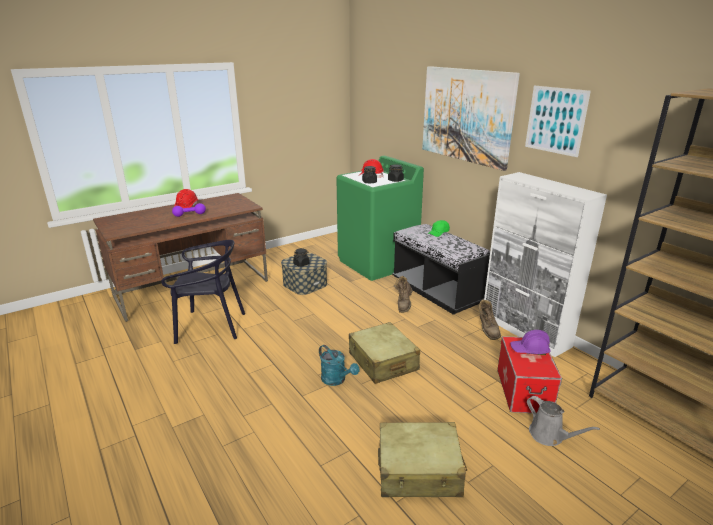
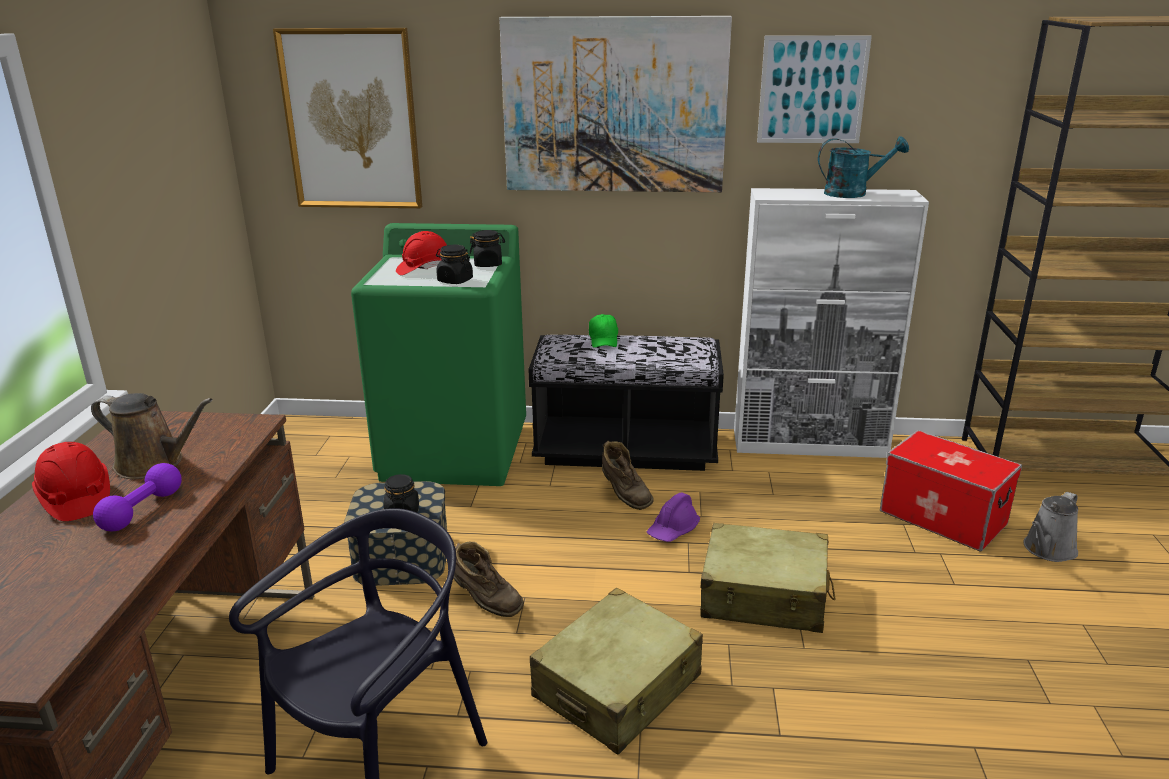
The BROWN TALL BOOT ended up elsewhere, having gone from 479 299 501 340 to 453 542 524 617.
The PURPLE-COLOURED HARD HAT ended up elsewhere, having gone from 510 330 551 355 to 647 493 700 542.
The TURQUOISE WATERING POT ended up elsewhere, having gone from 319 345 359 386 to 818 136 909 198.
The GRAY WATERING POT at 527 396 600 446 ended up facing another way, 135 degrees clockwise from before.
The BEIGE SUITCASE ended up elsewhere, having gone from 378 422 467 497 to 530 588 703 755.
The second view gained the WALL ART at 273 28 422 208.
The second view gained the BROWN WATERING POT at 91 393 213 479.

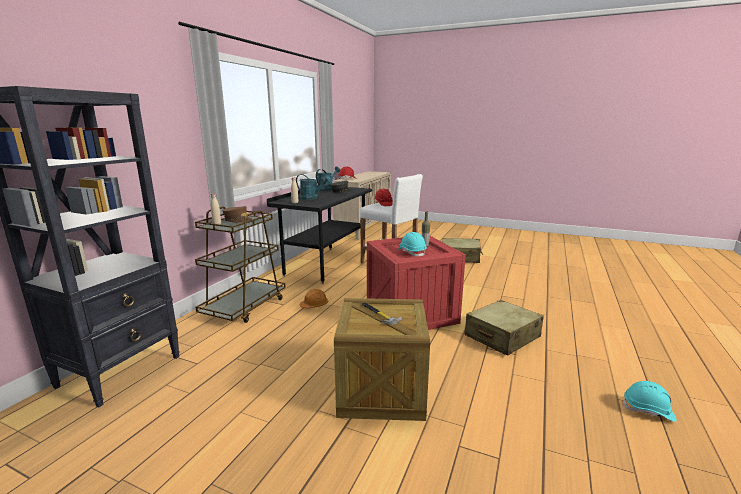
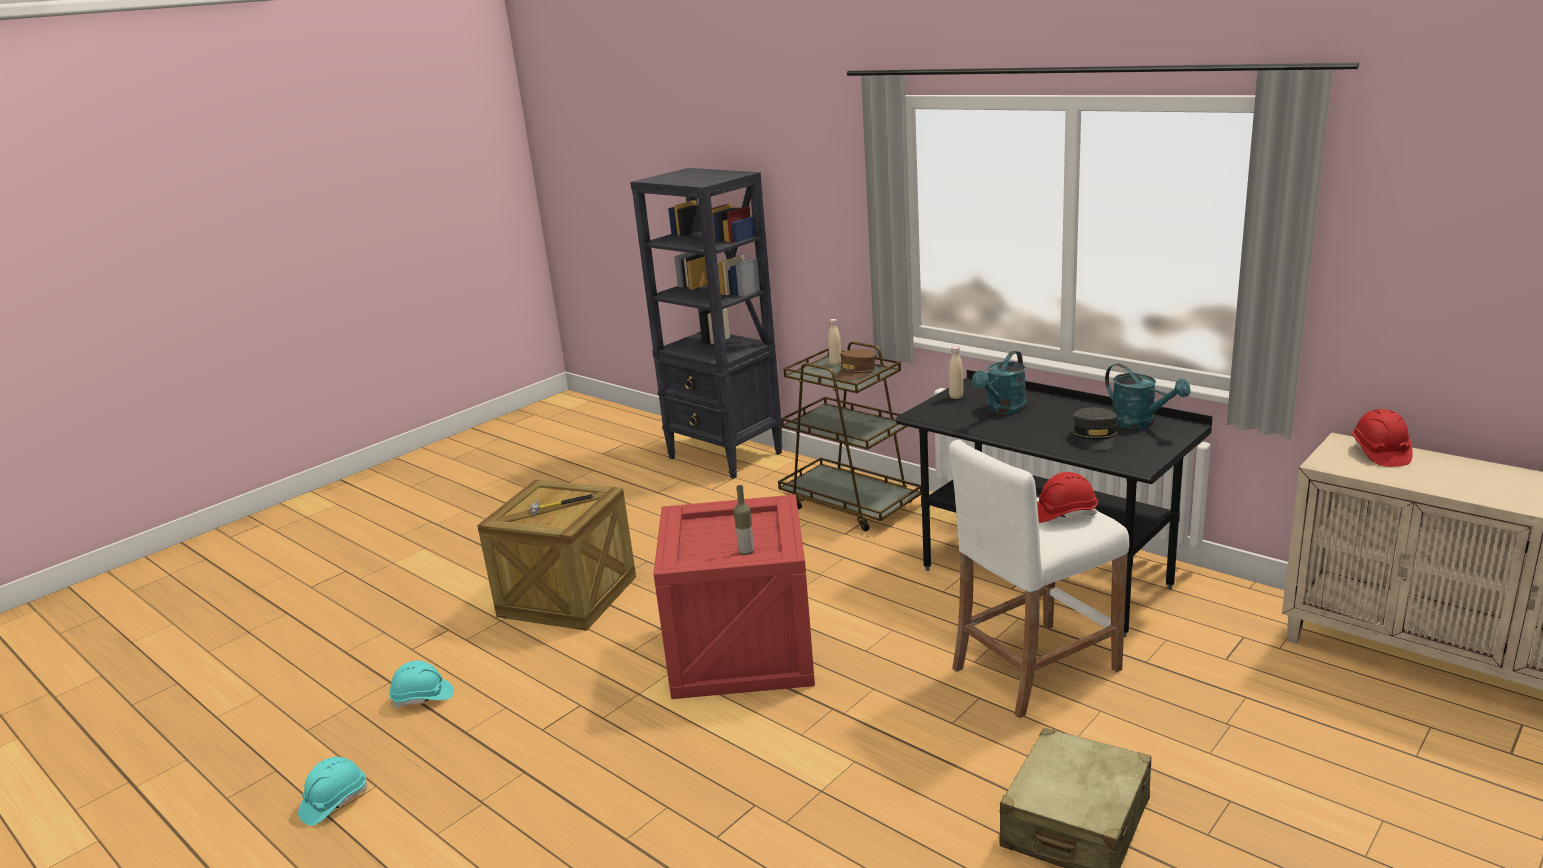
The TURQUOISE HARD HAT ended up elsewhere, having gone from 397 232 427 257 to 389 661 453 708.
The second view lost the ORANGE-COLOURED HARD HAT at 300 289 328 308.
The second view lost the BEIGE SUITCASE at 464 300 544 356.

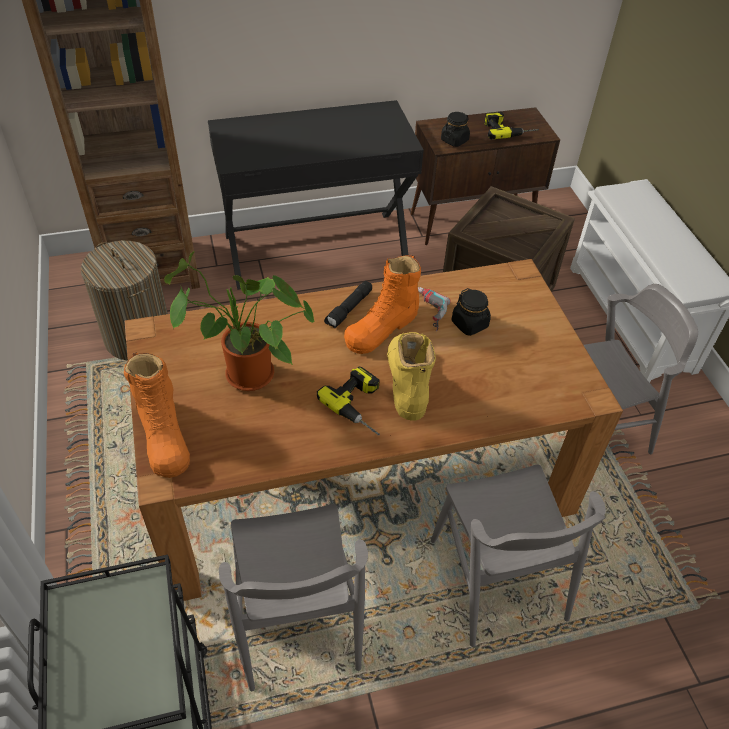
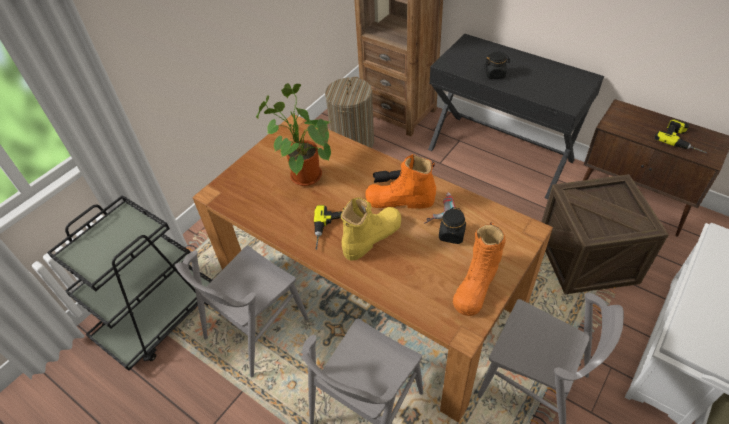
The BLACK-COLOURED STORAGE JAR ended up elsewhere, having gone from 441 112 470 147 to 484 51 510 79.
The ORANGE-COLOURED TALL BOOT ended up elsewhere, having gone from 124 352 190 478 to 453 222 506 316.

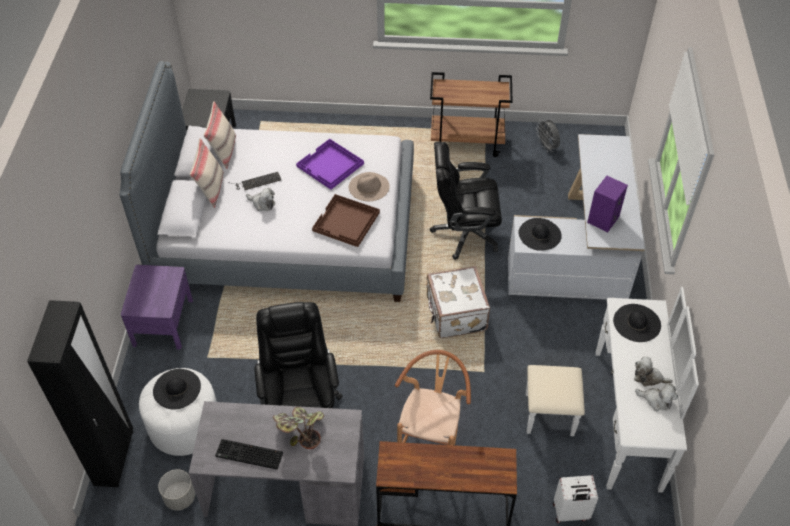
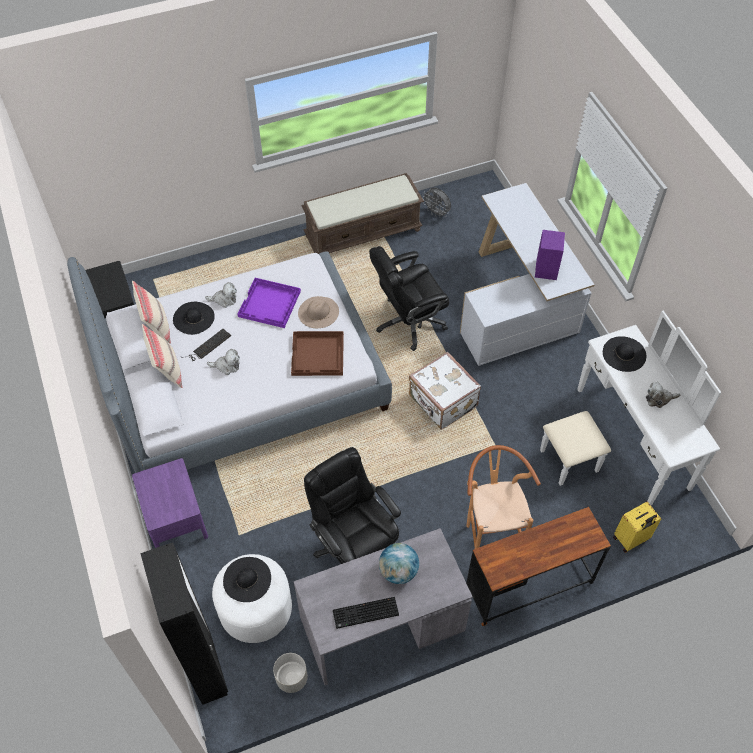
Where the BROWN TROLLEY stood at 430 72 513 157, the BROWN LONG SEAT came to stand at 301 173 424 254.
The BLACK-COLOURED HAT ended up elsewhere, having gone from 518 218 562 251 to 173 302 215 335.
The SOFT TOY ended up elsewhere, having gone from 635 384 678 411 to 205 282 237 308.
Where the PLANT IN A POT stood at 273 407 324 449, the DESK GLOBE came to stand at 379 543 419 584.
What was the WHITE-COLOURED SUITCASE at 553 475 598 523 turned into the YELLOW-COLOURED SUITCASE at 614 502 661 553.

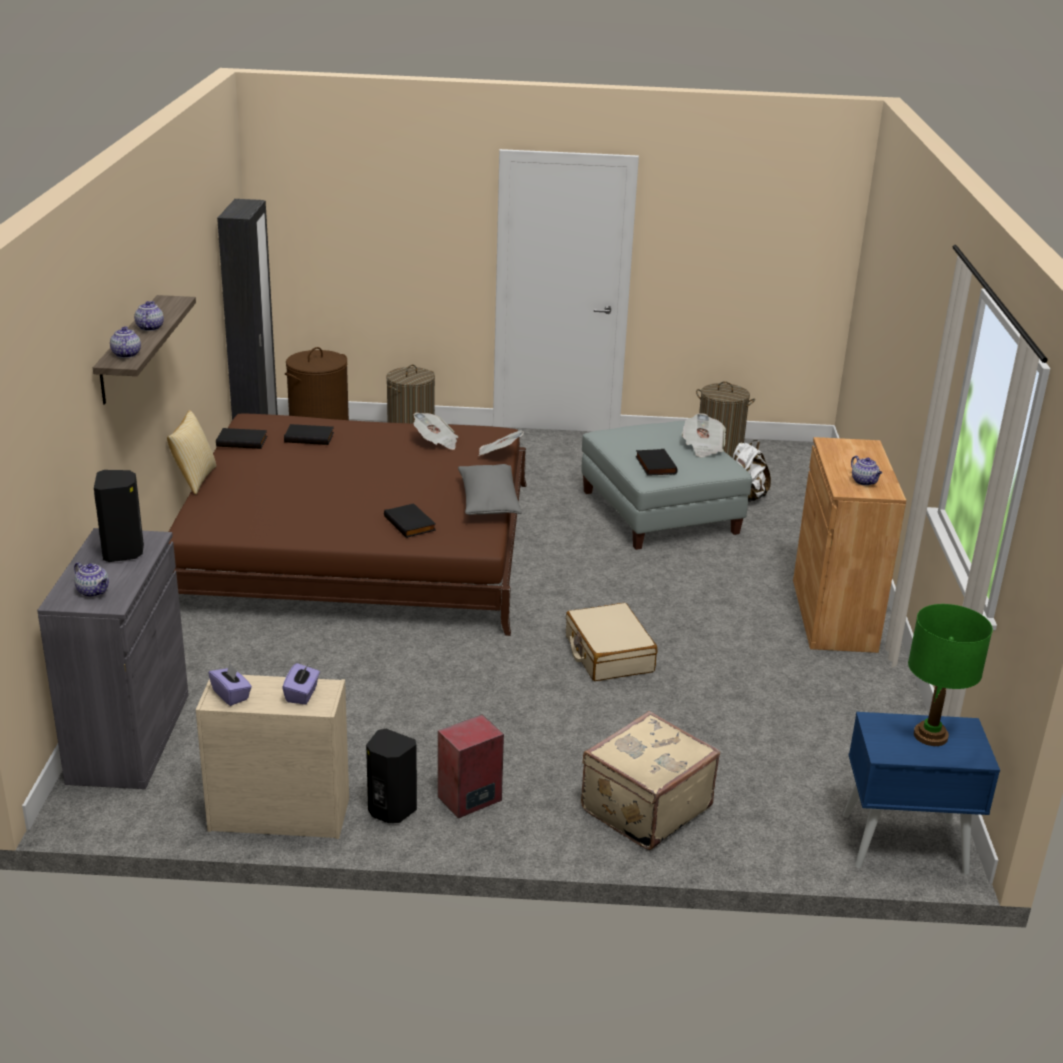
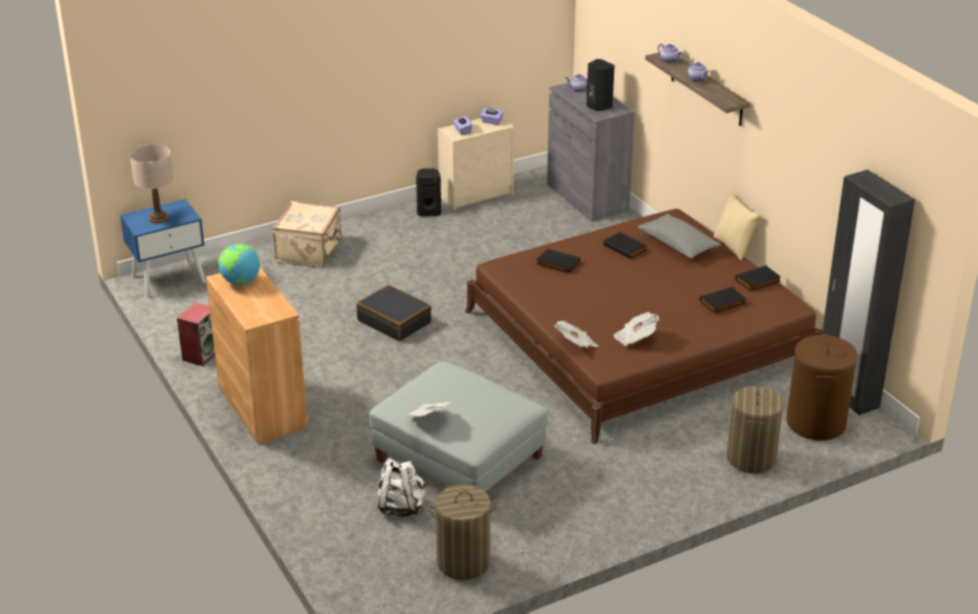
The BLACK-COLOURED VOLUME ended up elsewhere, having gone from 635 449 678 476 to 603 232 647 259.
Where the POT FOR TEA stood at 851 456 882 486, the DESK GLOBE came to stand at 218 244 260 285.
The GRAY THROW PILLOW ended up elsewhere, having gone from 458 464 522 515 to 638 214 721 259.
What was the BEIGE SUITCASE at 566 603 657 681 turned into the BLACK-COLOURED SUITCASE at 356 285 432 341.
What was the GREEN LAMP FOR A TABLE at 908 604 993 746 turned into the BEIGE LAMP FOR A TABLE at 130 144 173 224.
The LOUDSPEAKER ended up elsewhere, having gone from 438 714 504 818 to 177 302 215 366.

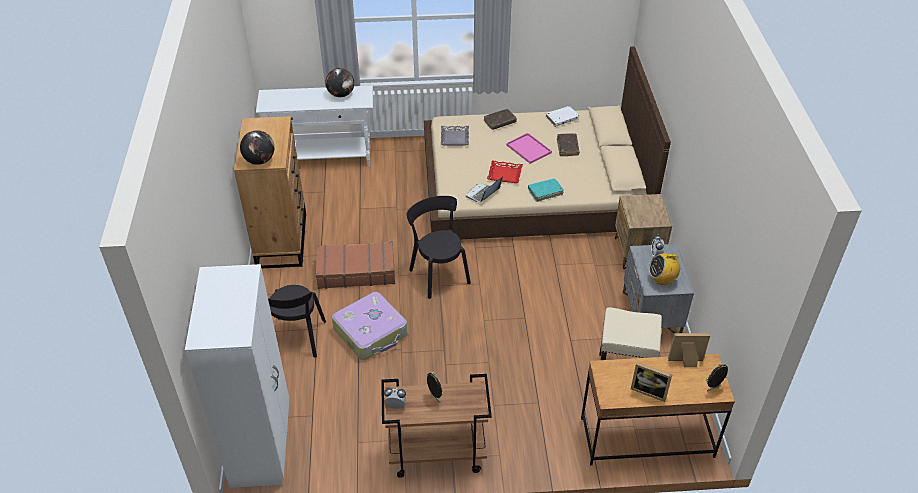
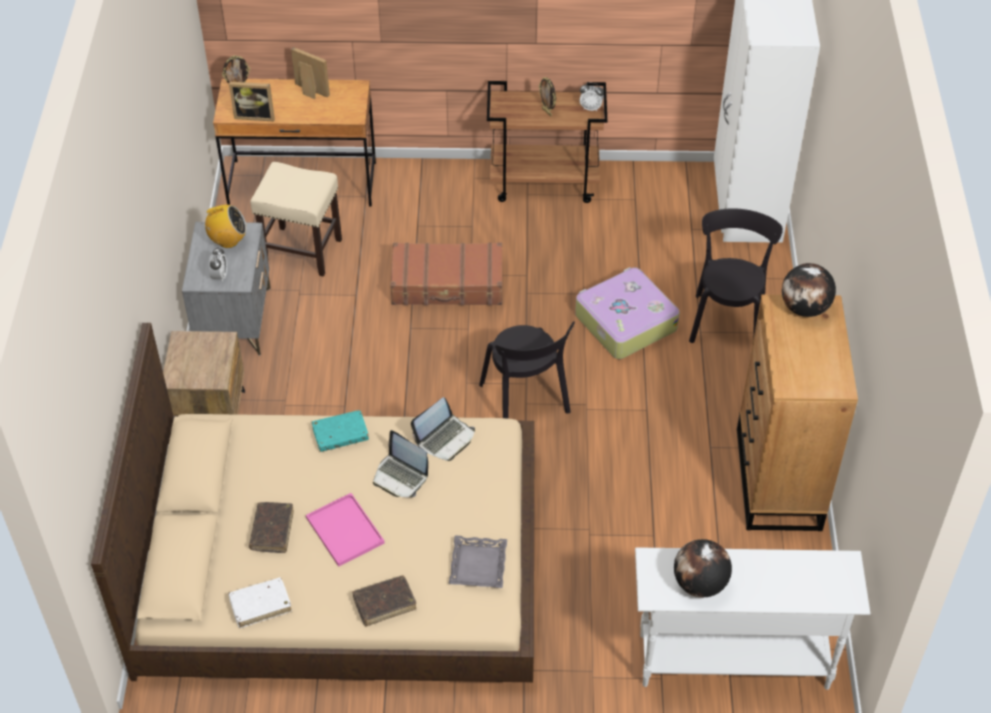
Where the RED TRAY stood at 487 160 523 183, the PORTABLE COMPUTER came to stand at 373 430 428 498.
The BROWN SUITCASE ended up elsewhere, having gone from 316 241 395 289 to 390 242 502 305.

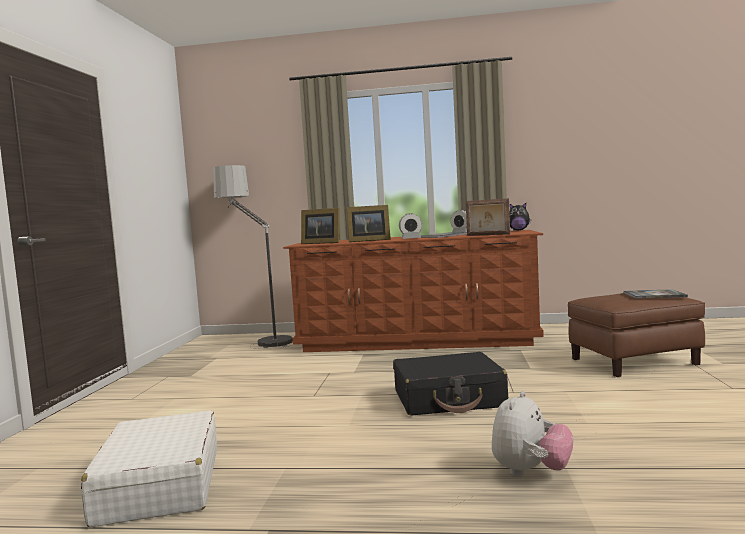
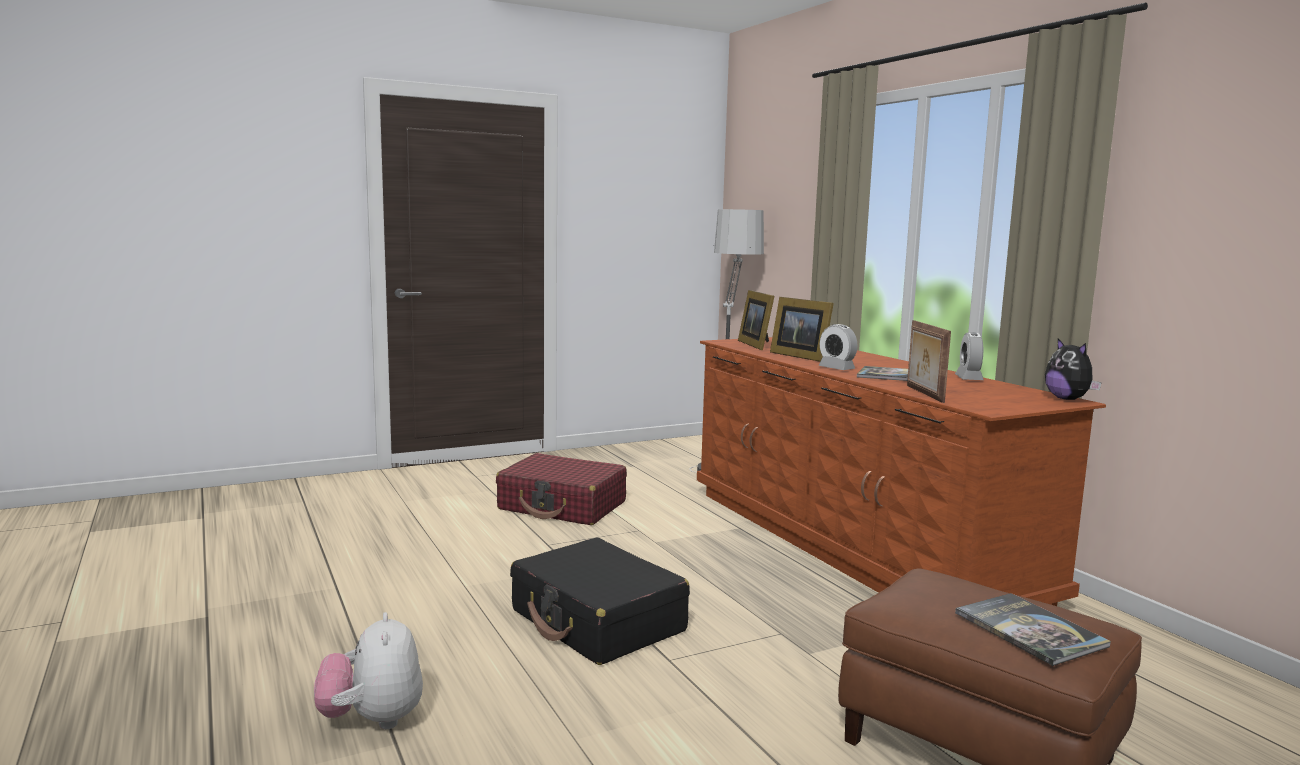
The SOFT TOY at 492 391 573 476 ended up facing another way, 75 degrees clockwise from before.
The second view lost the WHITE-COLOURED SUITCASE at 81 410 217 527.
The second view gained the RED SUITCASE at 496 453 627 525.

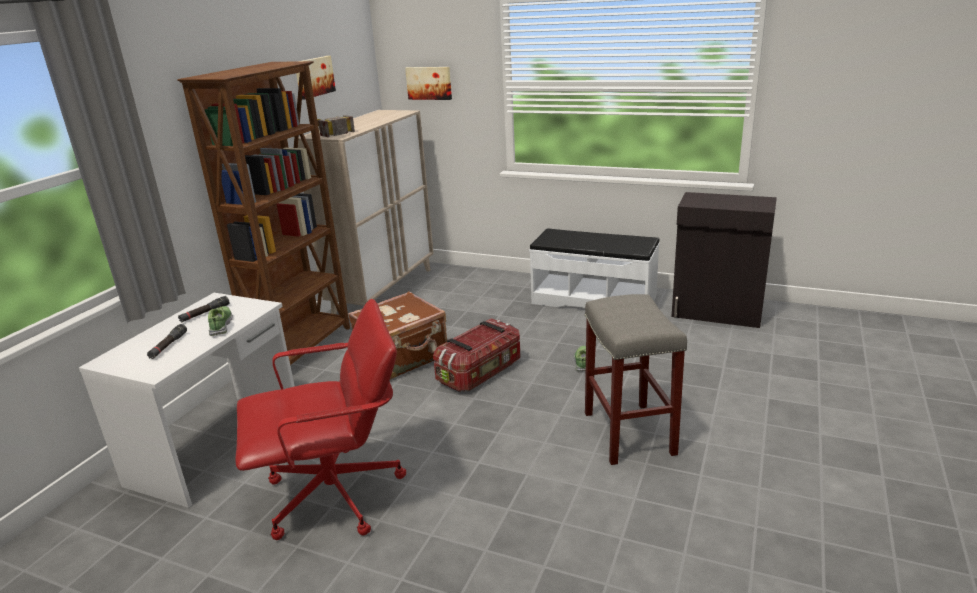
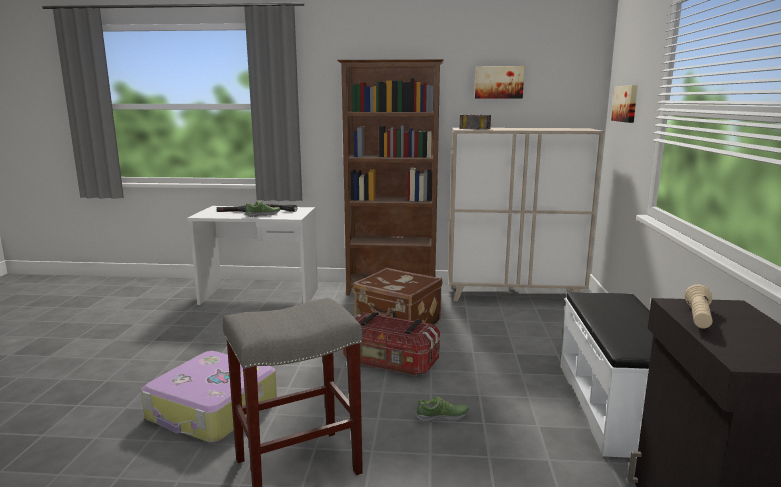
The second view lost the RED OFFICE CHAIR at 236 299 406 540.
The second view gained the BEIGE TORCH at 685 284 712 328.
The second view gained the SUITCASE at 141 351 277 443.

